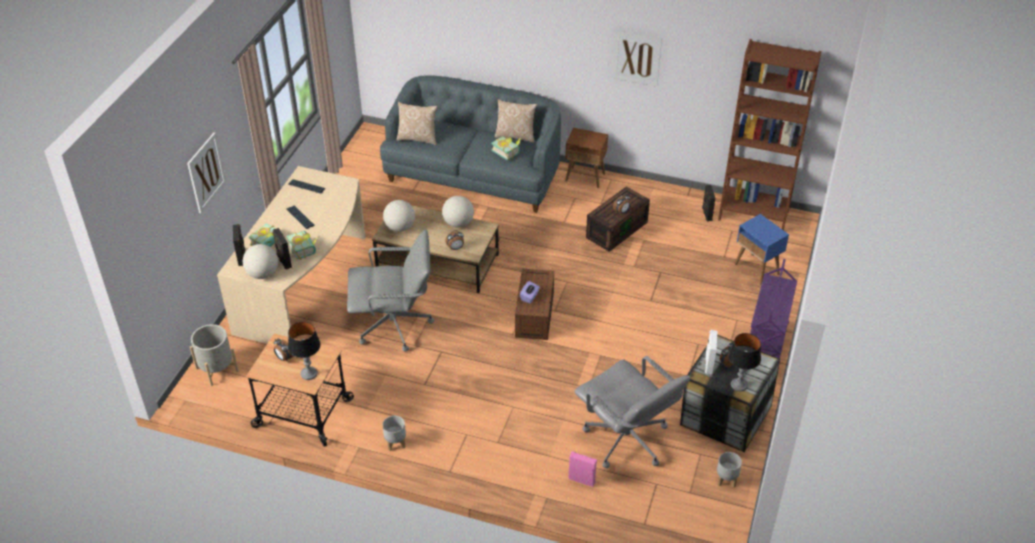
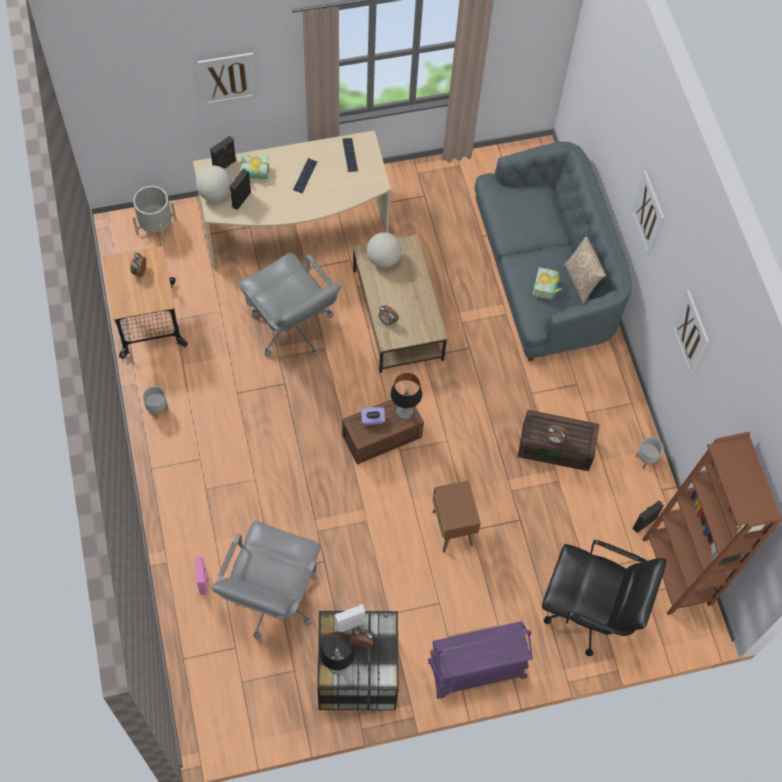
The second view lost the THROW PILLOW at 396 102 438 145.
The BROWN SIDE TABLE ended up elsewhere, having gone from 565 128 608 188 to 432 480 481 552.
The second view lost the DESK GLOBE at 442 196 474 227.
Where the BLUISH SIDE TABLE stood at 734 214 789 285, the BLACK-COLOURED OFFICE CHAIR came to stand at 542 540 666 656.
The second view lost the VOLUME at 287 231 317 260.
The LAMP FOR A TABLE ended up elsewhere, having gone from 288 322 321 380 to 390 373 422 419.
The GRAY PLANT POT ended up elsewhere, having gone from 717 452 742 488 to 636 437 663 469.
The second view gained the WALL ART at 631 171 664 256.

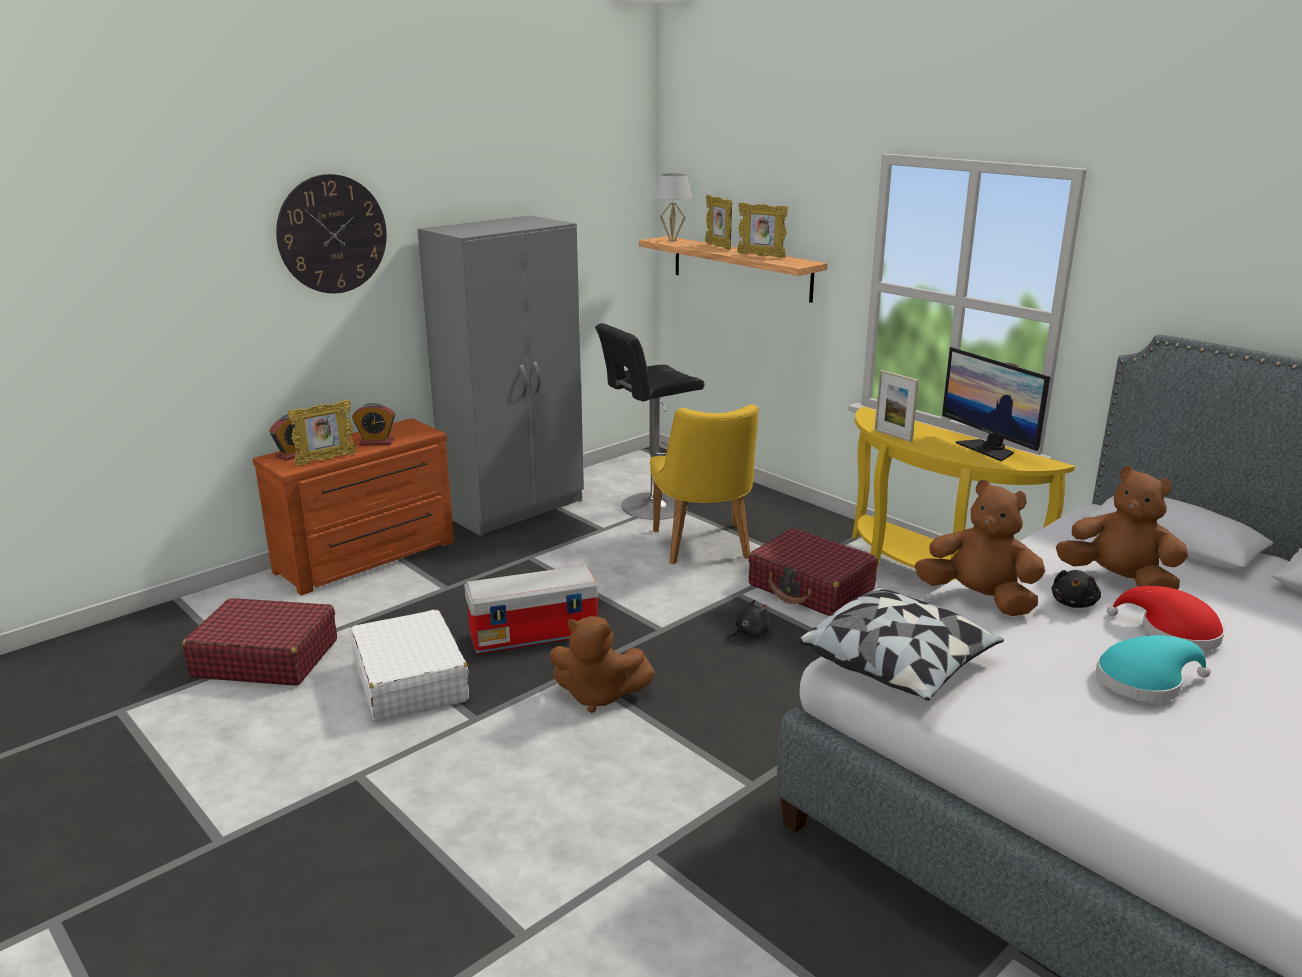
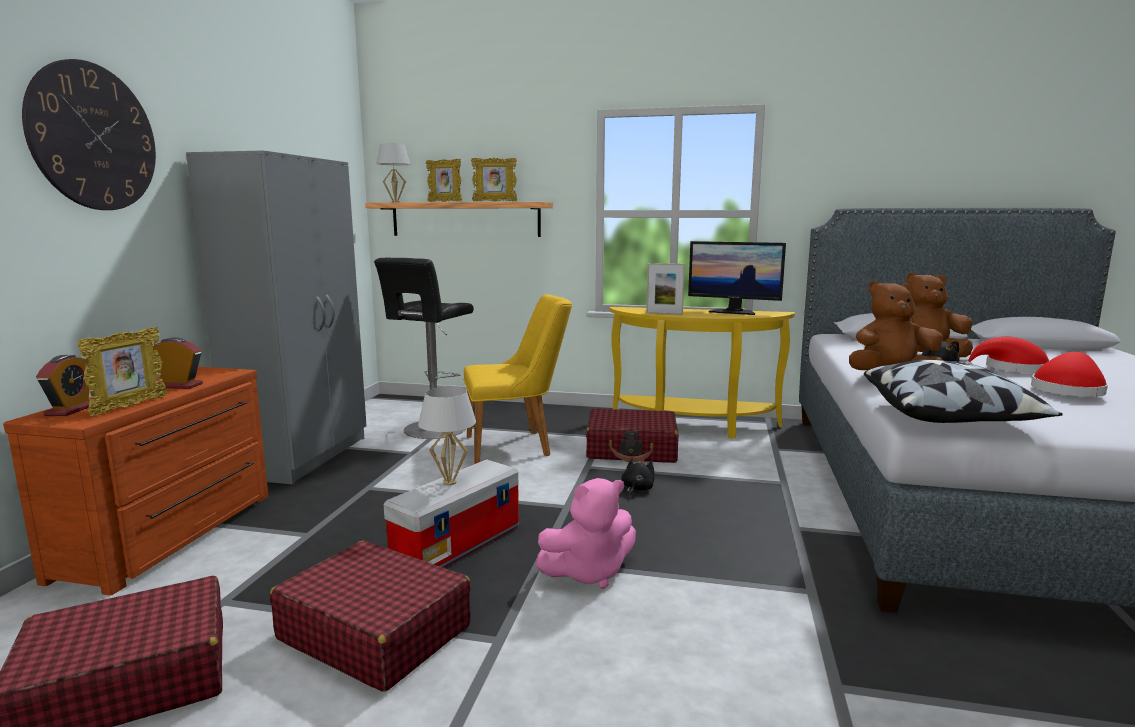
The ALARM CLOCK at 352 403 395 446 ended up facing another way, 135 degrees counterclockwise from before.
The YELLOW-COLOURED UPRIGHT CHAIR at 650 405 759 564 ended up facing another way, 60 degrees counterclockwise from before.
What was the WHITE-COLOURED SUITCASE at 350 609 469 722 turned into the RED SUITCASE at 270 541 471 692.
What was the BROWN SOFT TOY at 549 616 655 713 turned into the PINK SOFT TOY at 535 478 636 589.
What was the TURQUOISE HAT at 1096 635 1210 702 turned into the RED HAT at 1031 352 1108 397.
The second view gained the WHITE-COLOURED LAMP FOR A TABLE at 418 387 476 485.

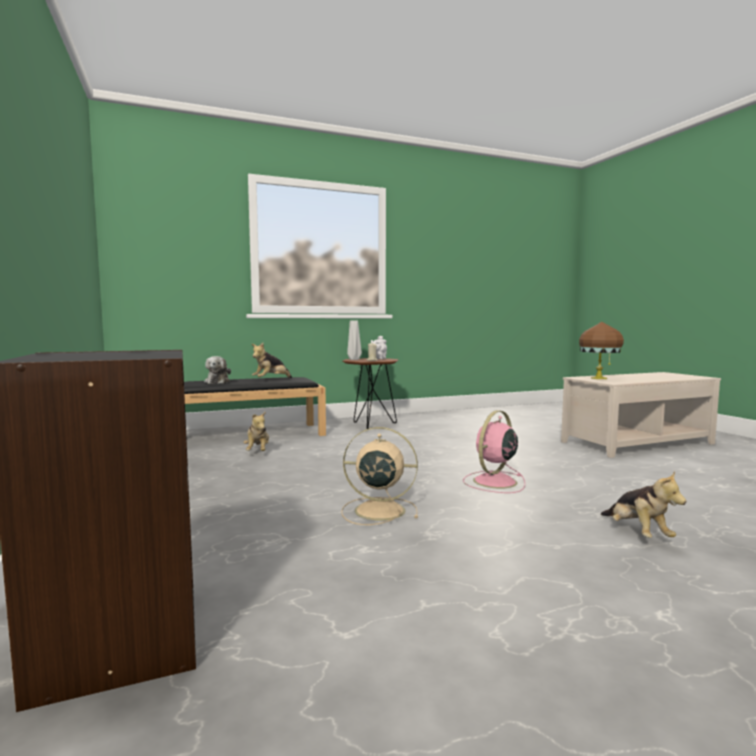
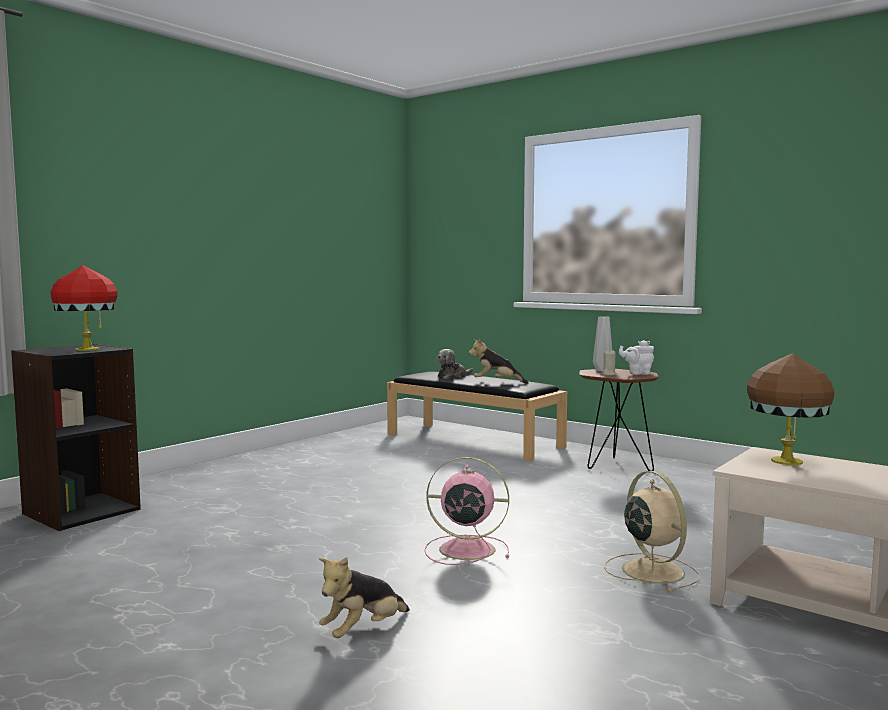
The second view lost the SOFT TOY at 244 411 269 451.
The BEIGE ELECTRIC FAN ended up elsewhere, having gone from 341 427 418 525 to 604 471 700 592.
The second view gained the RED LAMP FOR A TABLE at 51 265 117 351.

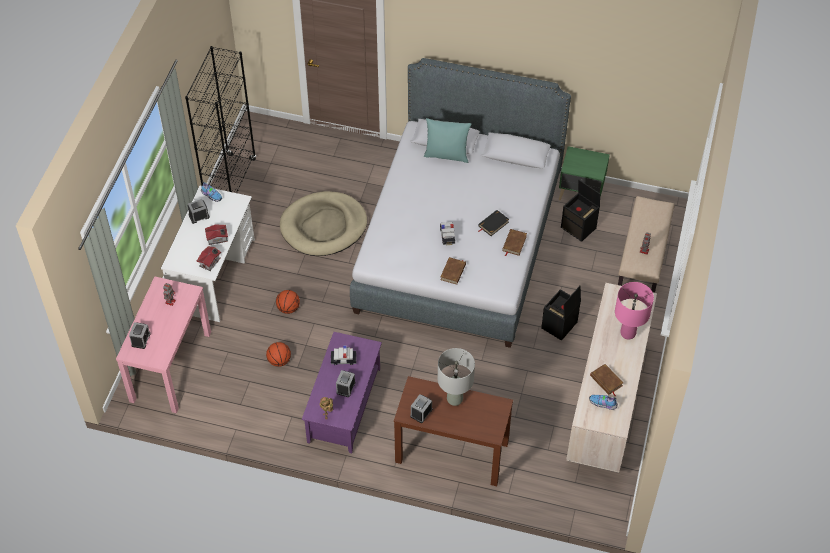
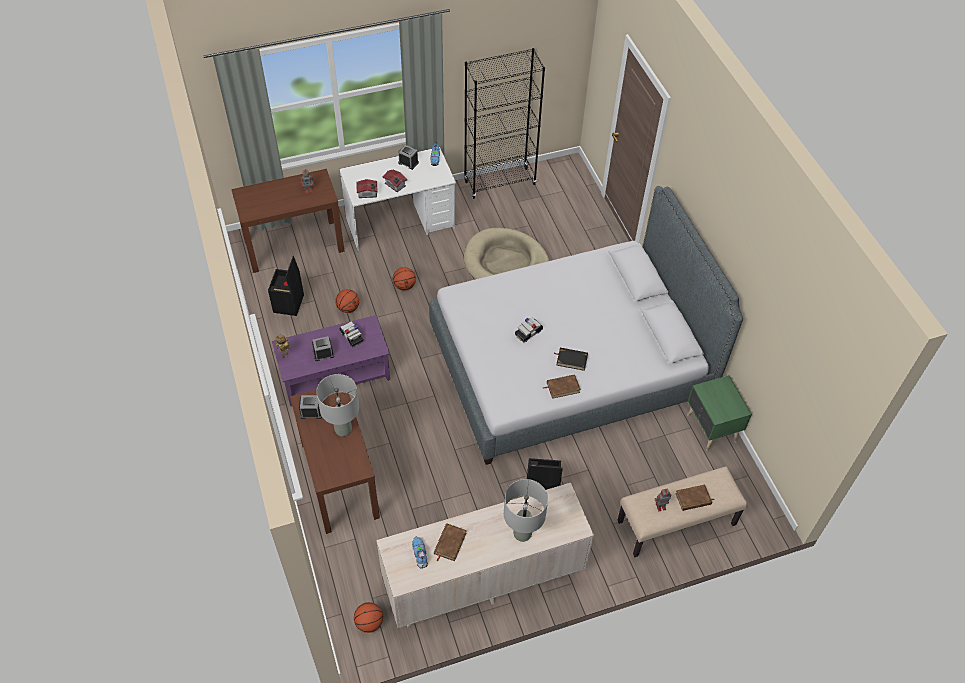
The second view lost the TURQUOISE THROW PILLOW at 424 118 471 163.
The BLACK-COLOURED STORAGE BOX ended up elsewhere, having gone from 561 179 600 242 to 268 256 304 316.
The BROWN VOLUME ended up elsewhere, having gone from 440 257 466 285 to 675 484 714 511.
What was the PINK CONSOLE TABLE at 116 277 211 413 turned into the BROWN CONSOLE TABLE at 231 169 345 273.
What was the PINK LAMP FOR A TABLE at 615 282 654 340 turned into the GRAY LAMP FOR A TABLE at 504 479 548 542.
The second view lost the ALARM CLOCK at 129 322 151 349.
The second view gained the BASKETBALL BALL at 354 602 383 633.

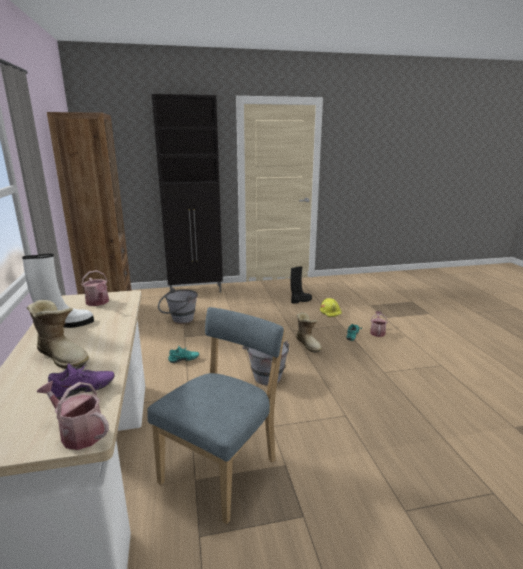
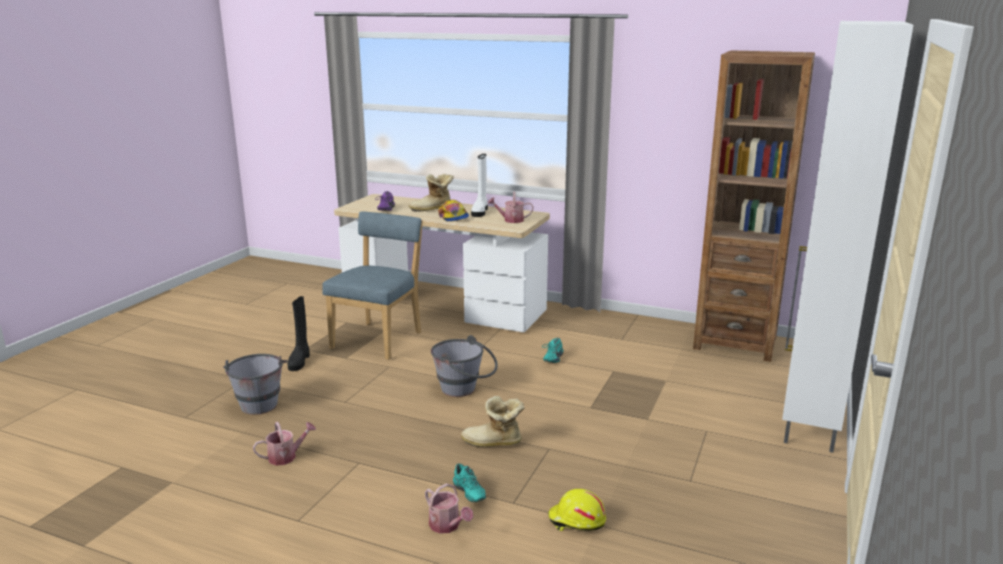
What was the BLACK-COLOURED CUPBOARD at 152 94 223 292 turned into the WHITE-COLOURED CUPBOARD at 782 21 913 453.
The BLACK-COLOURED TALL BOOT ended up elsewhere, having gone from 290 267 312 304 to 288 296 310 371.
The GRAY PAIL ended up elsewhere, having gone from 158 288 198 324 to 223 354 288 415.
The BLUISH UPRIGHT CHAIR at 147 307 285 524 ended up facing another way, 135 degrees counterclockwise from before.
The WATERING POT ended up elsewhere, having gone from 36 381 109 450 to 253 422 316 466.
The second view gained the BASEBALL CAP at 438 200 469 222.

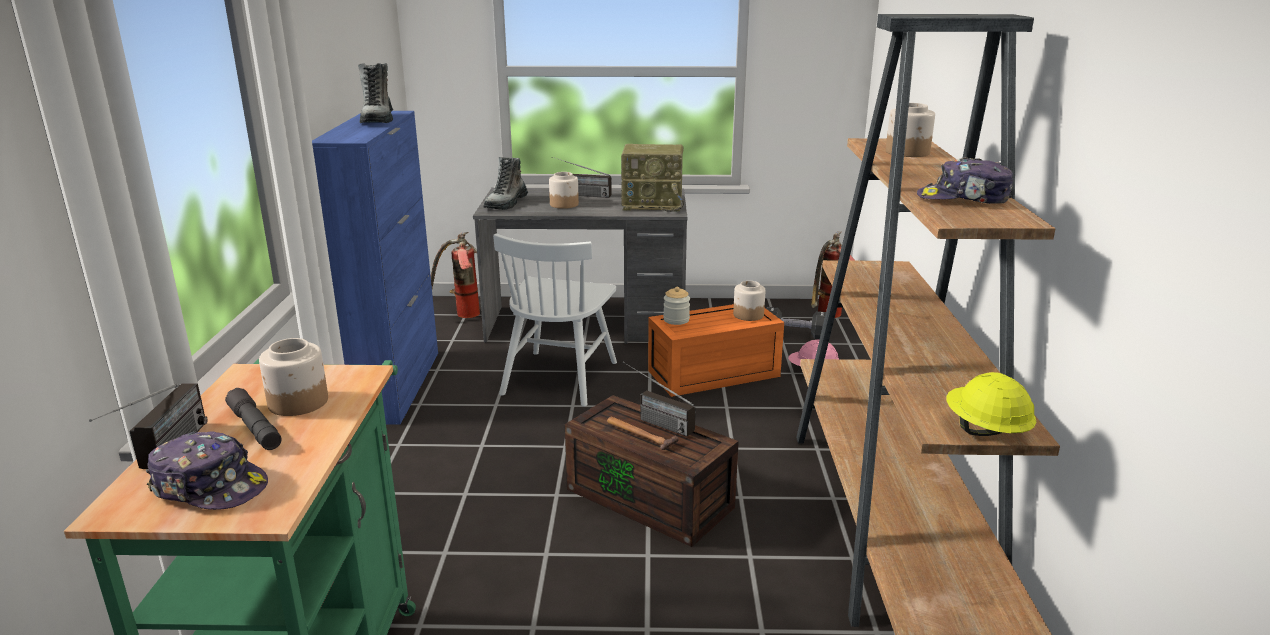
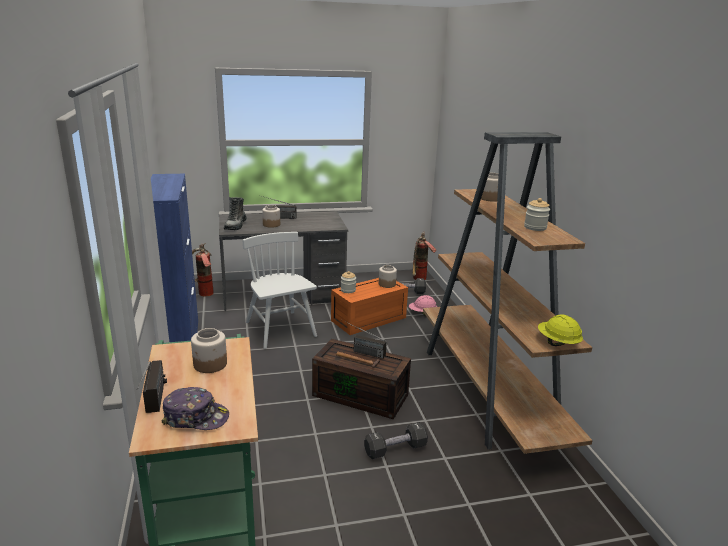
The second view lost the TALL BOOT at 358 63 393 123.
The second view lost the RADIO SET at 621 144 684 212.
Where the BASEBALL CAP stood at 917 157 1013 204, the STORAGE JAR came to stand at 524 198 550 231.
The WHITE-COLOURED UPRIGHT CHAIR at 493 233 617 407 ended up facing another way, 150 degrees clockwise from before.
The second view lost the GRAY TORCH at 225 388 282 450.
The second view gained the BLACK-COLOURED FREE WEIGHT at 364 422 428 459.

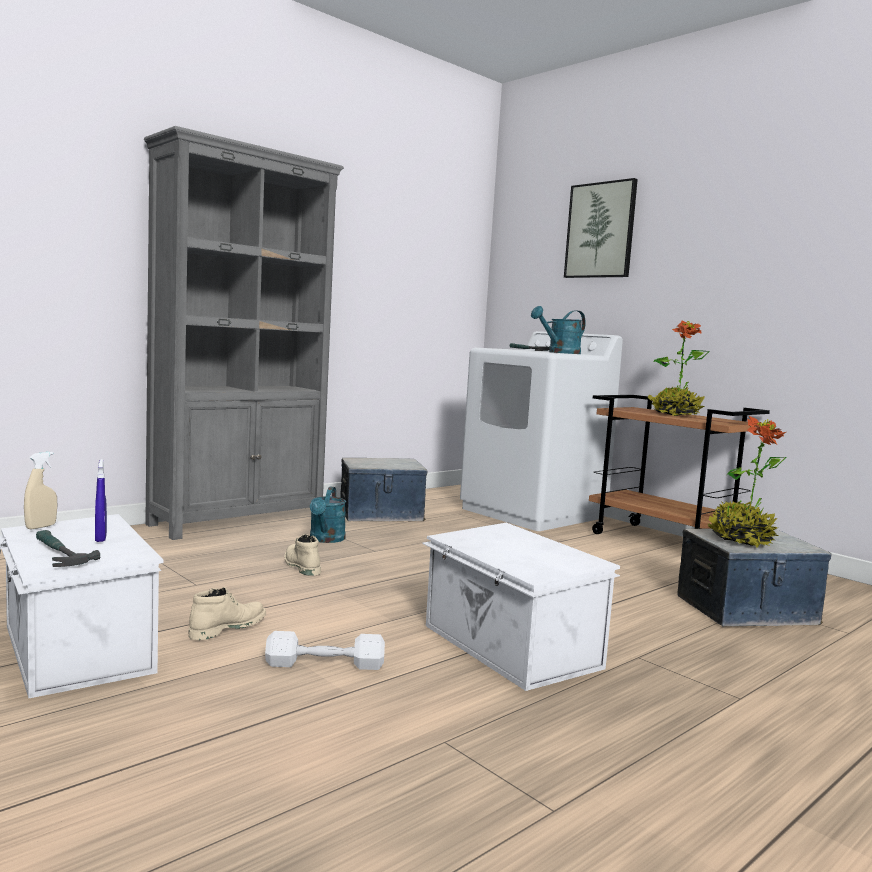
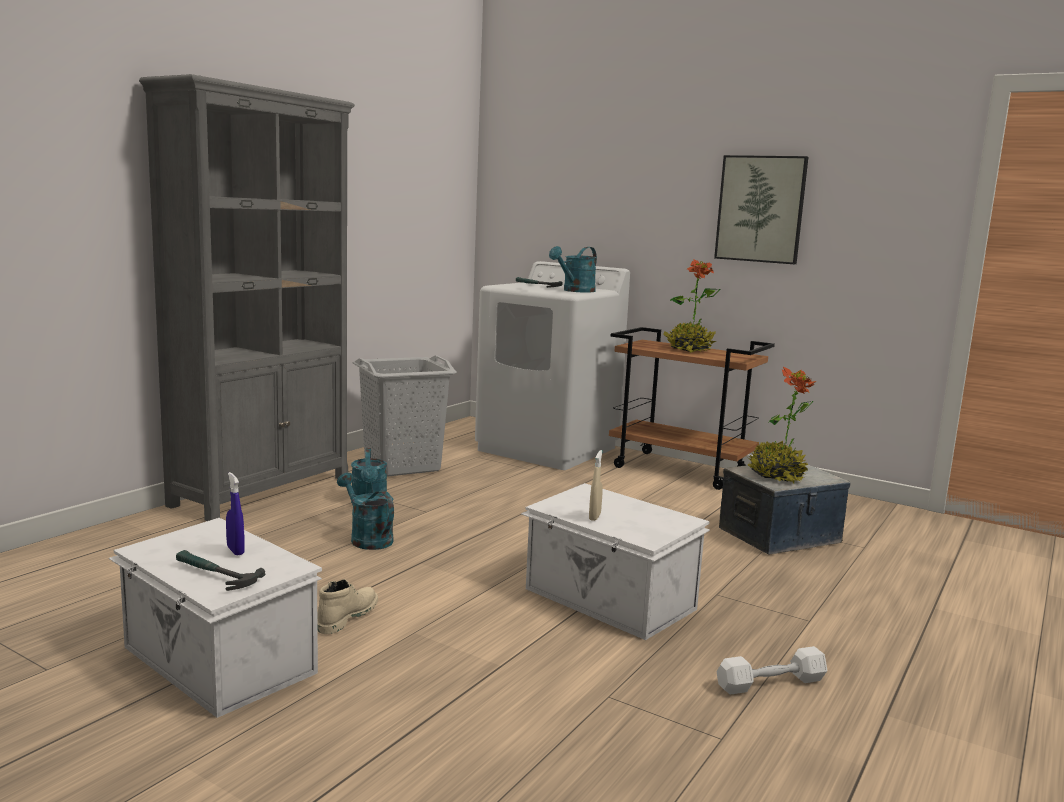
The WALL ART ended up elsewhere, having gone from 564 178 638 278 to 714 155 808 264.
The BEIGE SPRAYER ended up elsewhere, having gone from 24 452 57 529 to 589 450 603 521.
Where the STORAGE BOX stood at 340 458 427 521, the GRAY WASHING BASKET came to stand at 353 355 457 476.
Where the BEIGE TALL BOOT stood at 285 534 321 576, the TURQUOISE WATERING POT came to stand at 337 473 394 550.
The WHITE-COLOURED FREE WEIGHT ended up elsewhere, having gone from 265 631 385 670 to 716 646 827 695.

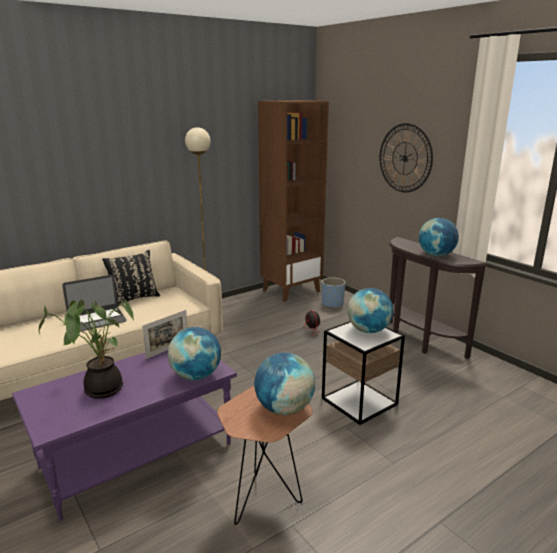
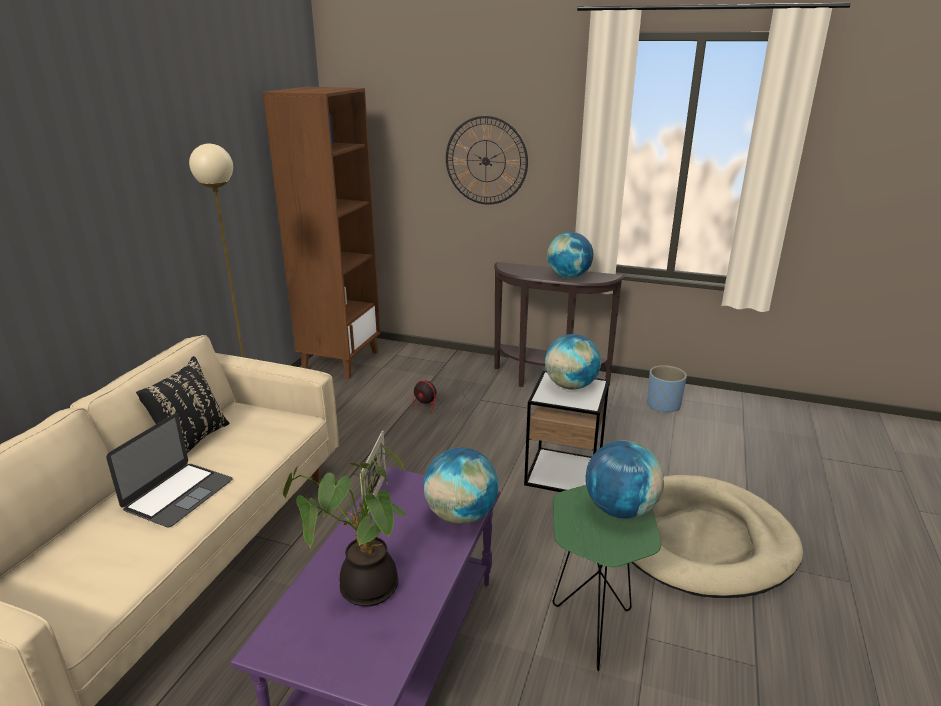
The BLUISH PLANT POT ended up elsewhere, having gone from 322 277 345 308 to 647 365 687 413.
What was the BROWN SIDE TABLE at 217 386 313 525 turned into the GREEN SIDE TABLE at 553 485 661 671.
The second view gained the BEIGE DOG CUSHION at 631 475 803 598.

